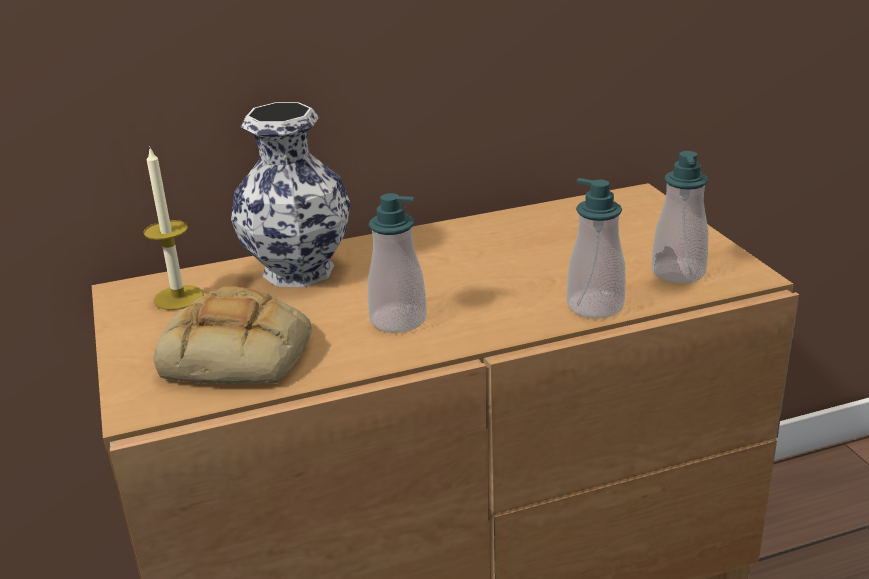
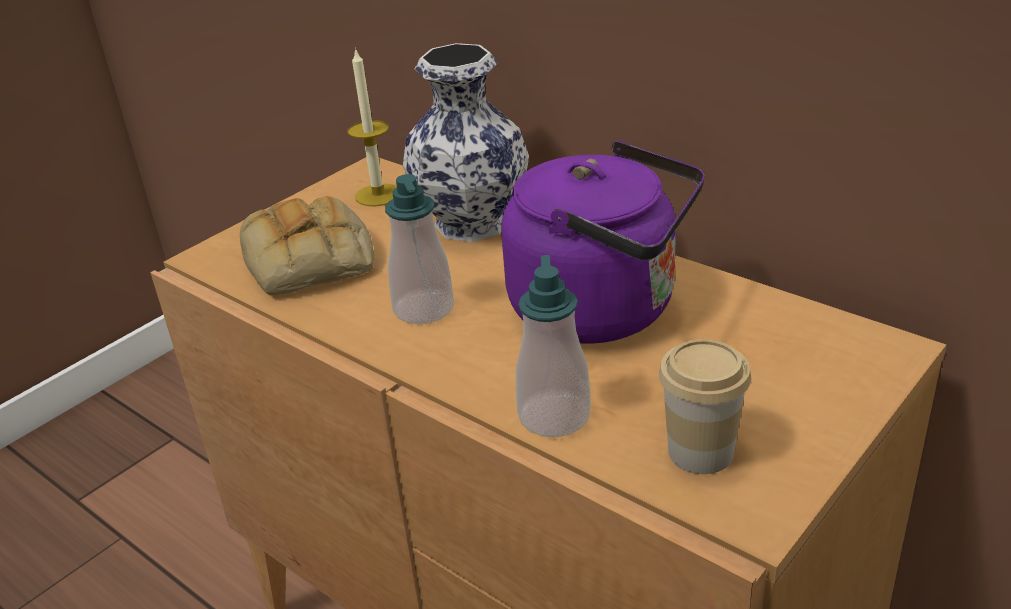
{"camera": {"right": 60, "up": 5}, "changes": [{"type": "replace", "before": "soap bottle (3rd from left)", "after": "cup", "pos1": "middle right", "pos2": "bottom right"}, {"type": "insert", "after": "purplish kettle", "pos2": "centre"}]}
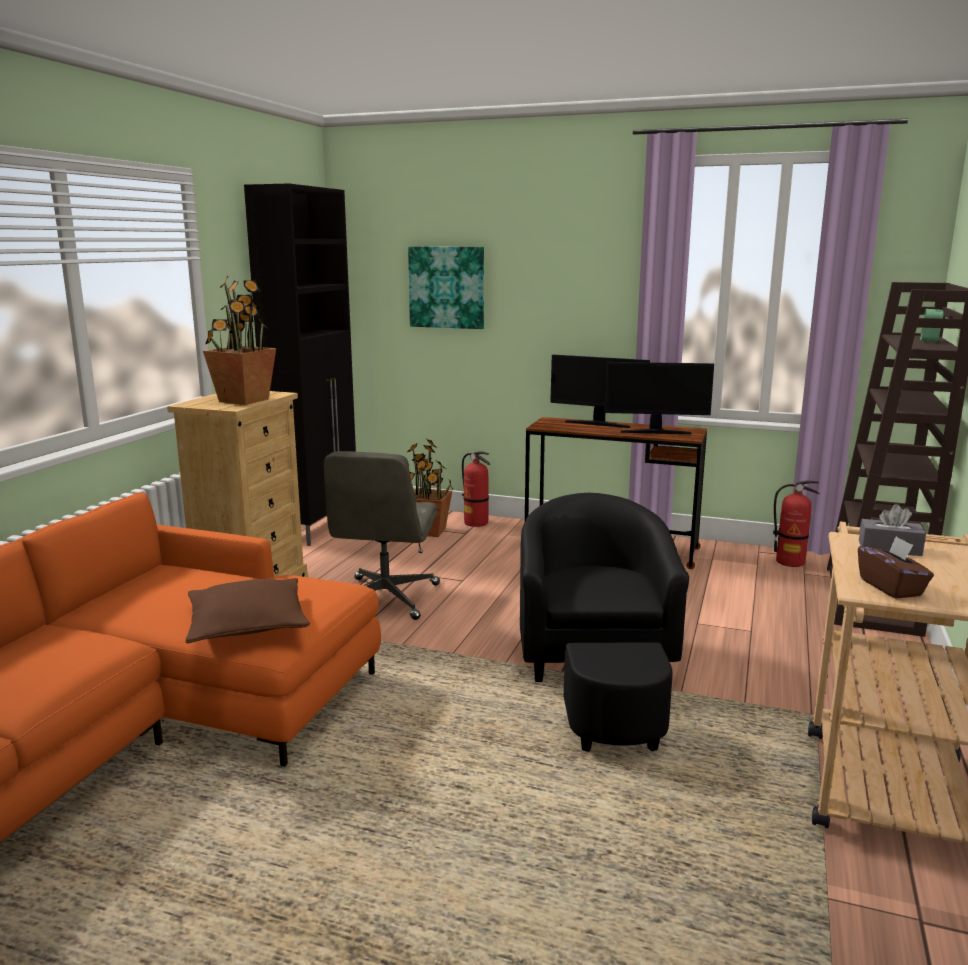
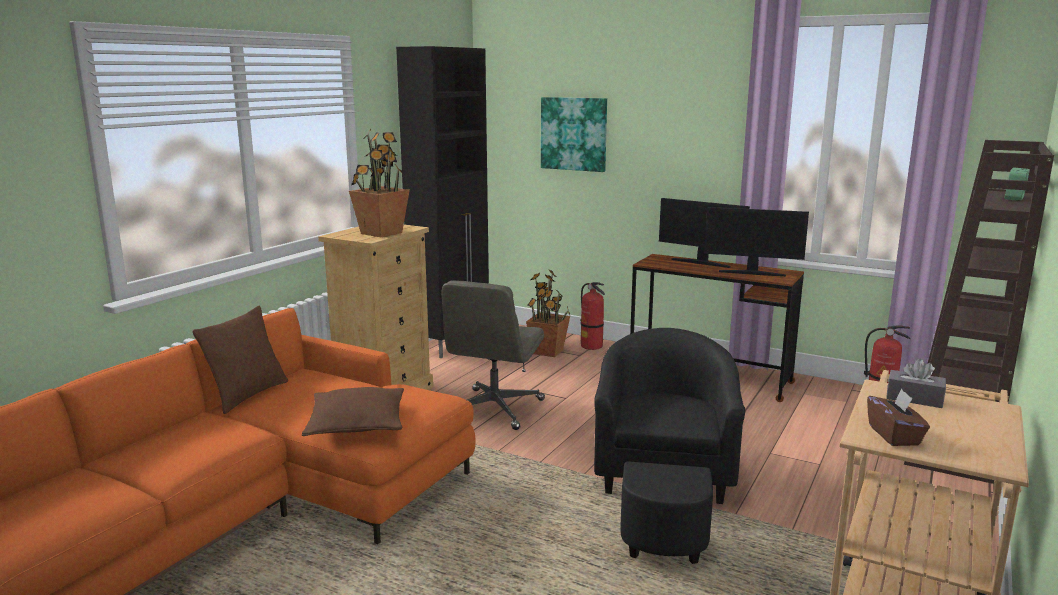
{"camera": {"right": 10, "up": 0}, "changes": [{"type": "insert", "after": "brownish cushion (1st from left)", "pos2": "middle left"}]}
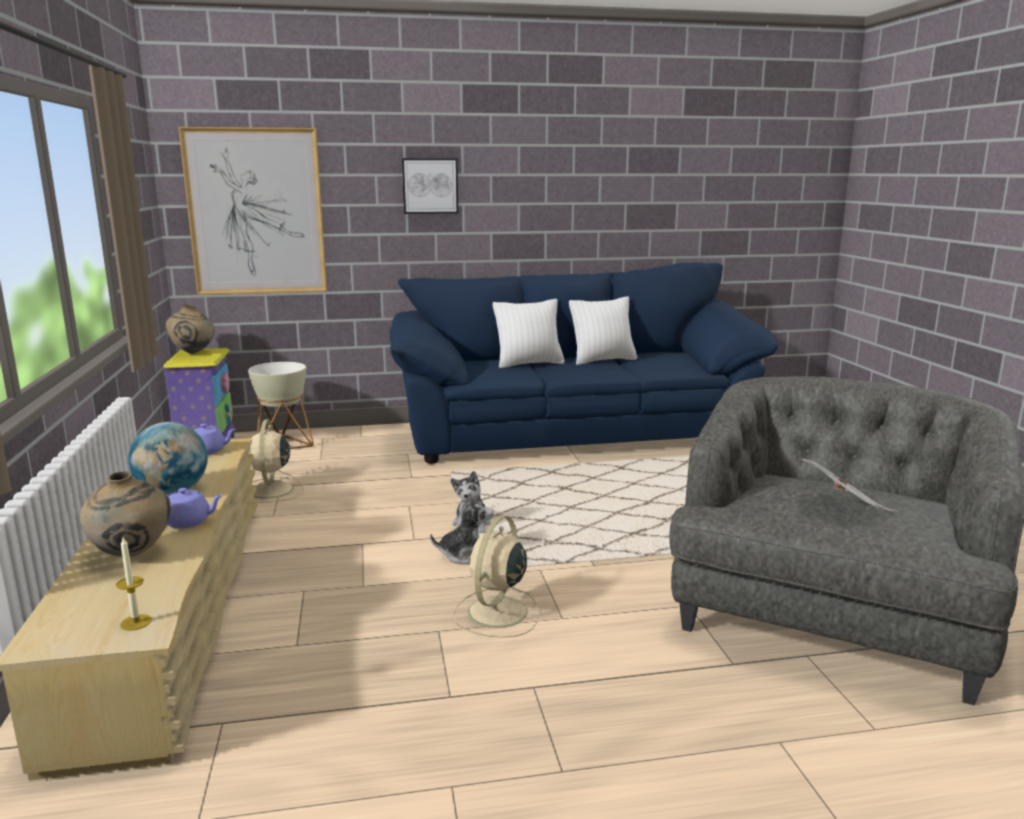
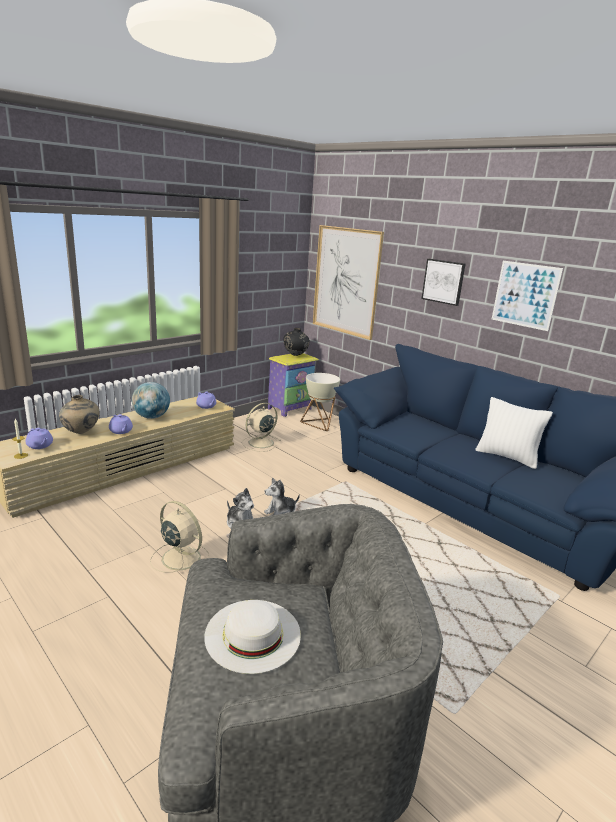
{"camera": {"right": 55, "up": 5}, "changes": [{"type": "recolor", "before": "beige-coloured flower vase (2nd from left)", "after": "black flower vase", "pos1": "middle left", "pos2": "centre"}, {"type": "rotate", "before": "beige-coloured cooling fan (2nd from left in the first image)", "pos1": "bottom centre", "pos2": "middle left", "turn": 45}, {"type": "delete", "before": "whitish cushion (1st from left)", "pos1": "centre"}, {"type": "replace", "before": "newspaper", "after": "whitish clothing hat", "pos1": "middle right", "pos2": "bottom centre"}, {"type": "insert", "after": "purplish pot for tea (1st from left)", "pos2": "middle left"}, {"type": "insert", "after": "wall picture (3rd from left)", "pos2": "middle right"}]}
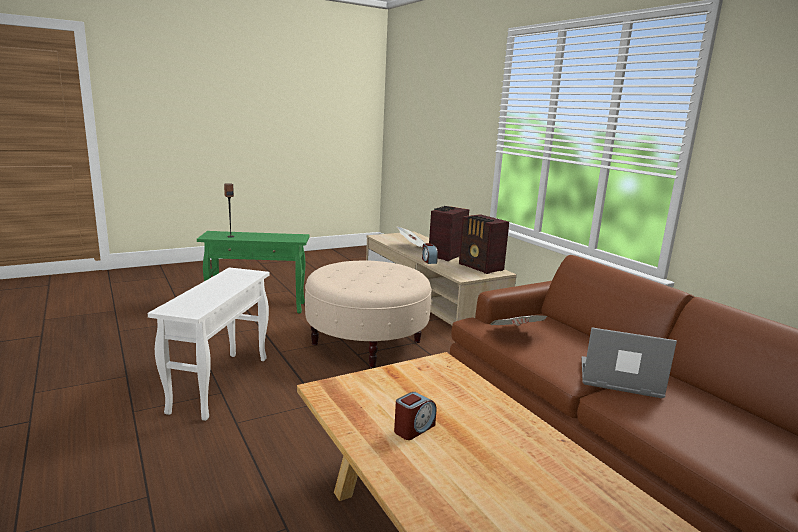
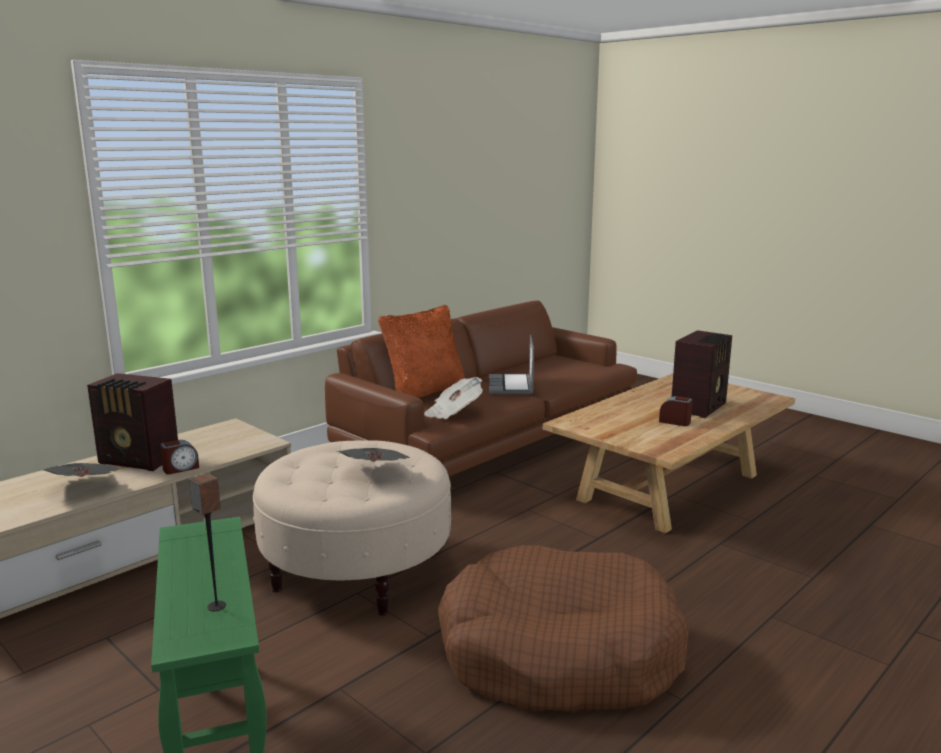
{"camera": {"right": -105, "up": 0}, "changes": [{"type": "replace", "before": "whitish side table", "after": "brownish pet bed", "pos1": "middle left", "pos2": "bottom centre"}, {"type": "move", "before": "radio receiver (2nd from left)", "pos1": "centre", "pos2": "middle right"}, {"type": "insert", "after": "newspaper (2nd from left)", "pos2": "centre"}, {"type": "insert", "after": "orange cushion", "pos2": "centre"}]}
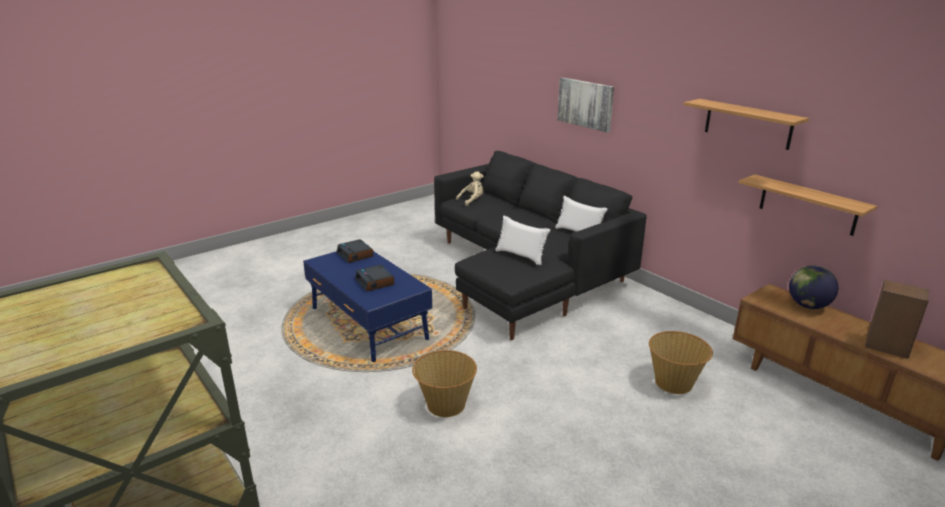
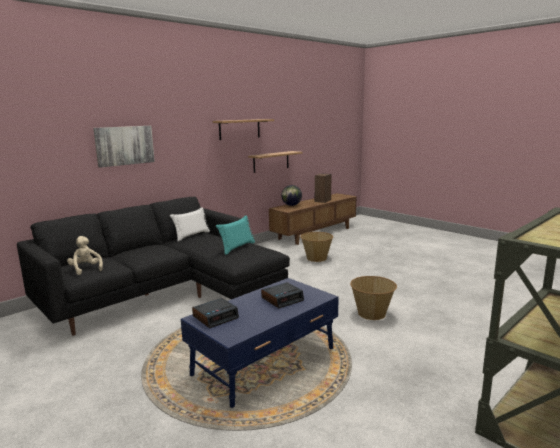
{"camera": {"right": -95, "up": -10}, "changes": [{"type": "recolor", "before": "whitish cushion (1st from left)", "after": "turquoise cushion", "pos1": "centre", "pos2": "centre"}]}
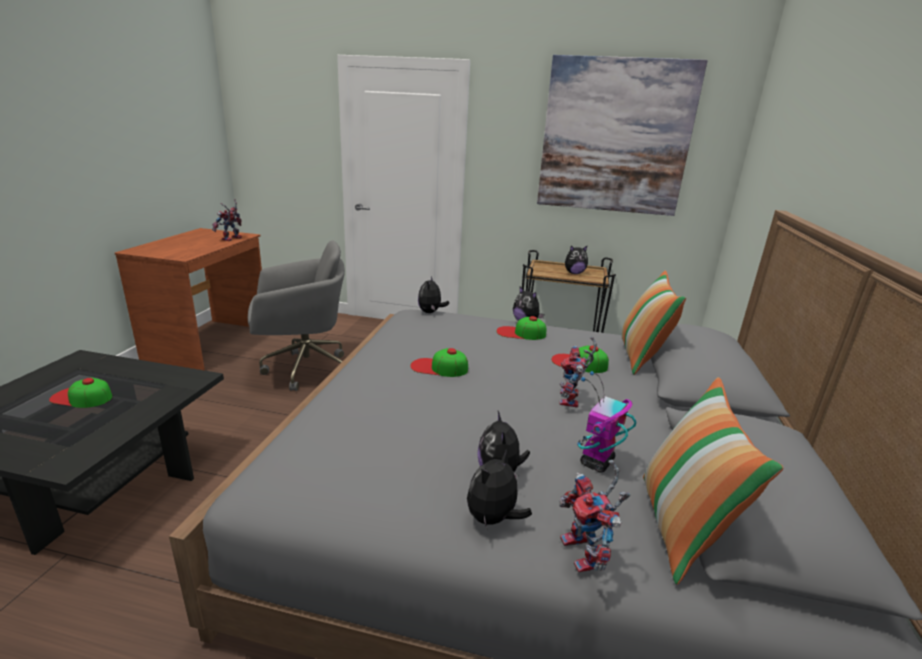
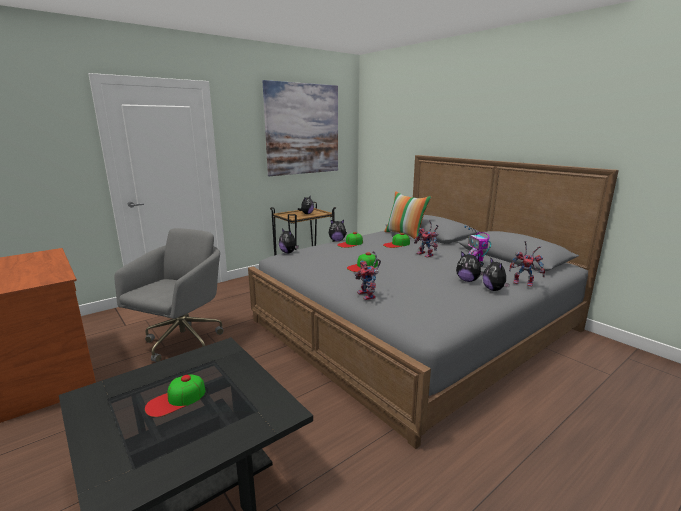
{"camera": {"right": -50, "up": -5}, "changes": [{"type": "move", "before": "robot figure (1st from left)", "pos1": "middle left", "pos2": "centre"}, {"type": "delete", "before": "cushion (2nd from left)", "pos1": "bottom right"}]}
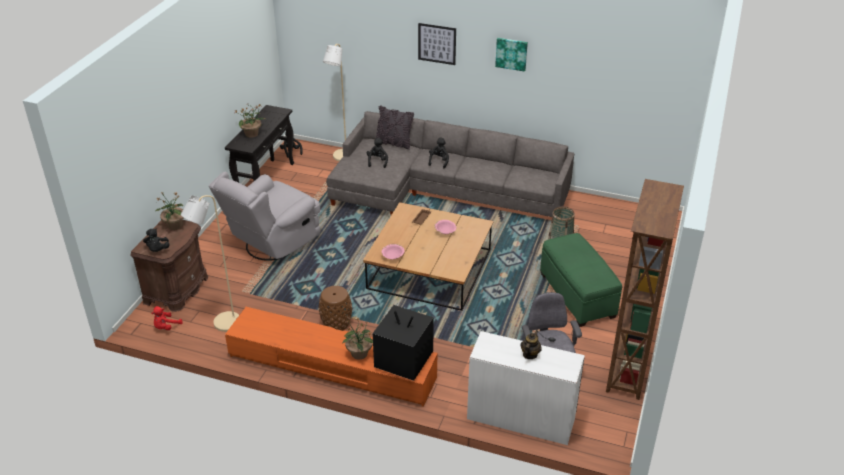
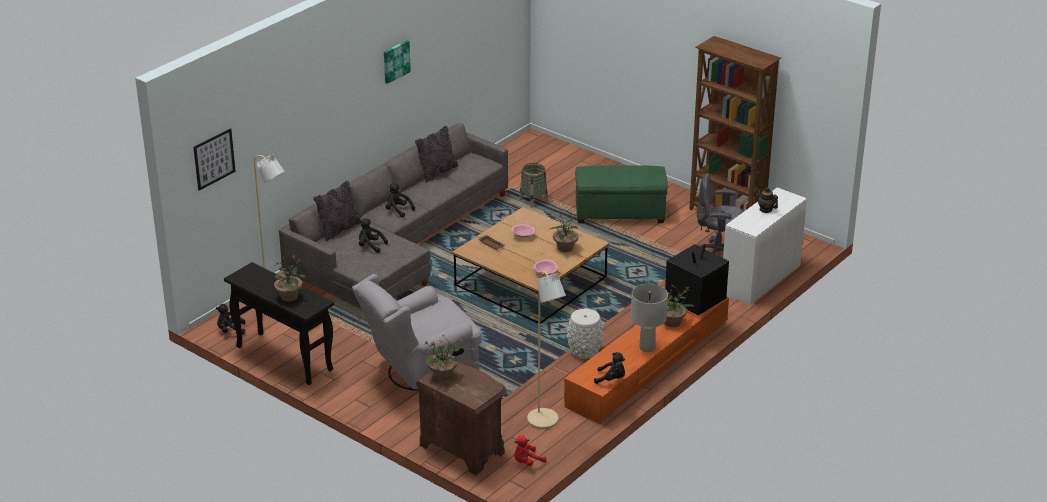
{"camera": {"right": -70, "up": -5}, "changes": [{"type": "move", "before": "black cuddly toy (1st from left in the first image)", "after": "black cuddly toy (4th from left)", "pos1": "middle left", "pos2": "bottom centre"}, {"type": "rotate", "before": "red-coloured cuddly toy", "pos1": "bottom left", "pos2": "bottom centre", "turn": 90}, {"type": "rotate", "before": "grey lounge chair", "pos1": "middle left", "pos2": "centre", "turn": 90}, {"type": "recolor", "before": "brownish stool", "after": "whitish stool", "pos1": "centre", "pos2": "centre"}, {"type": "move", "before": "wall picture (1st from left)", "pos1": "top centre", "pos2": "top left"}, {"type": "insert", "after": "black cushion (2nd from left)", "pos2": "top centre"}, {"type": "insert", "after": "plant in a pot (3rd from left)", "pos2": "centre"}, {"type": "insert", "after": "grey lamp for a table", "pos2": "centre"}]}
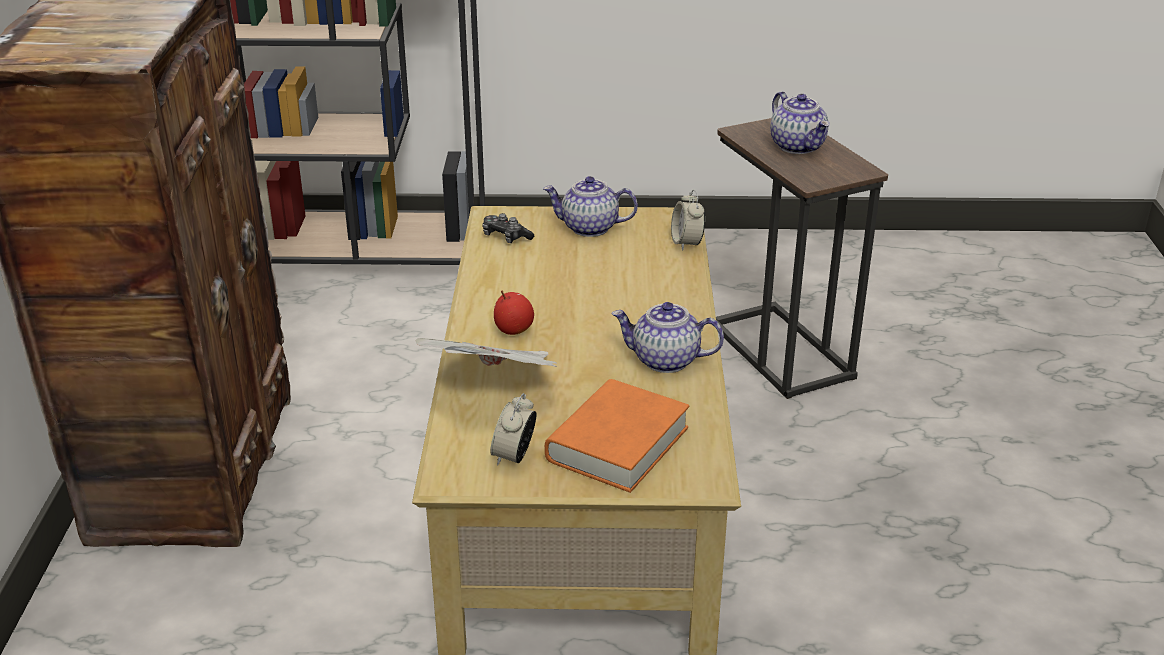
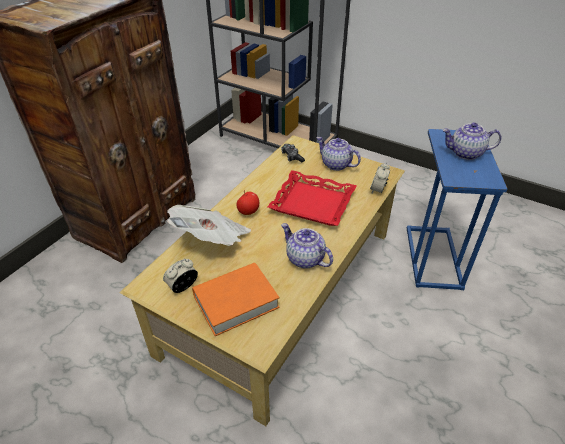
{"camera": {"right": 30, "up": 10}, "changes": [{"type": "recolor", "before": "brownish side table", "after": "blue-coloured side table", "pos1": "middle right", "pos2": "middle right"}, {"type": "rotate", "before": "pot for tea (3rd from left)", "pos1": "top right", "pos2": "top right", "turn": 90}, {"type": "insert", "after": "red-coloured tray", "pos2": "centre"}]}
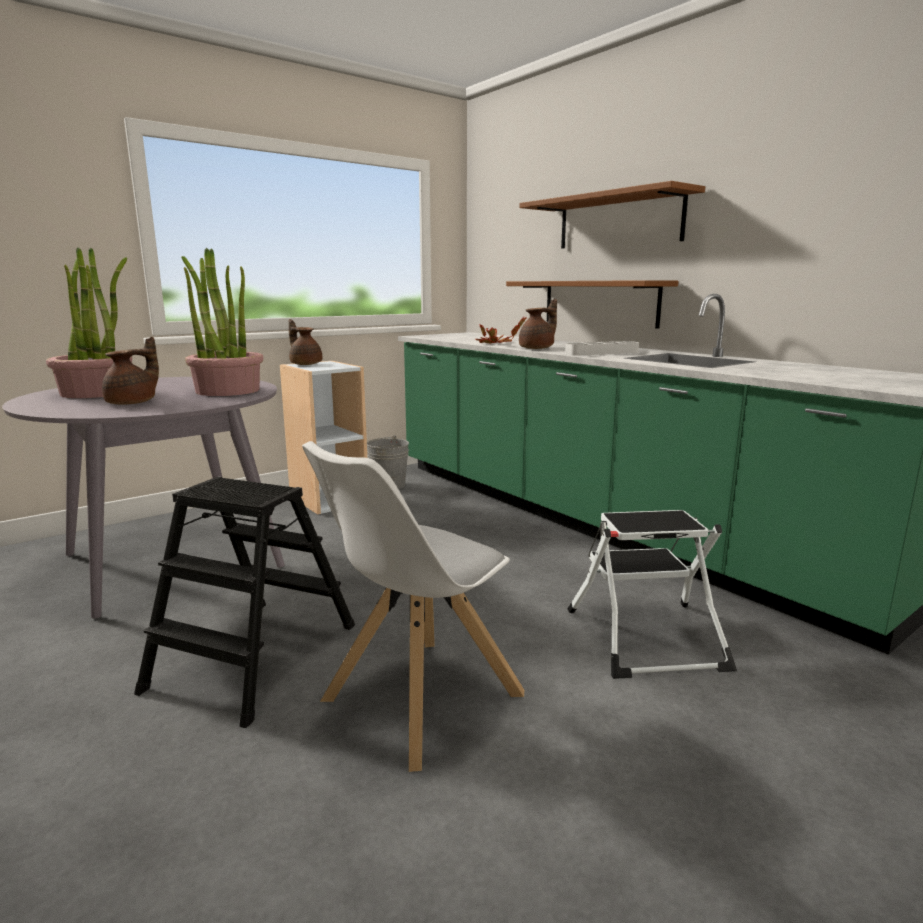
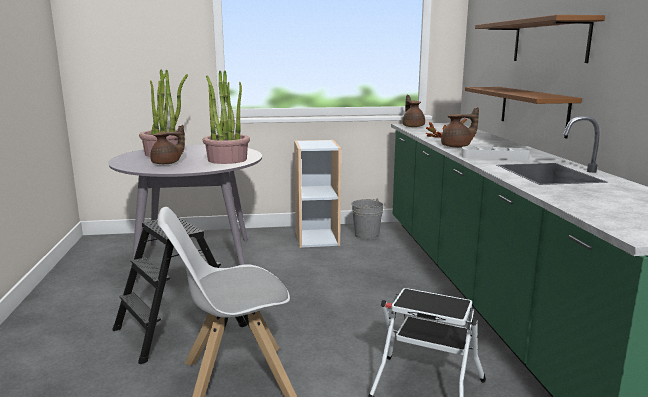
{"camera": {"right": 30, "up": 0}, "changes": [{"type": "move", "before": "brownish pot for tea (2nd from left)", "pos1": "middle left", "pos2": "top centre"}]}
